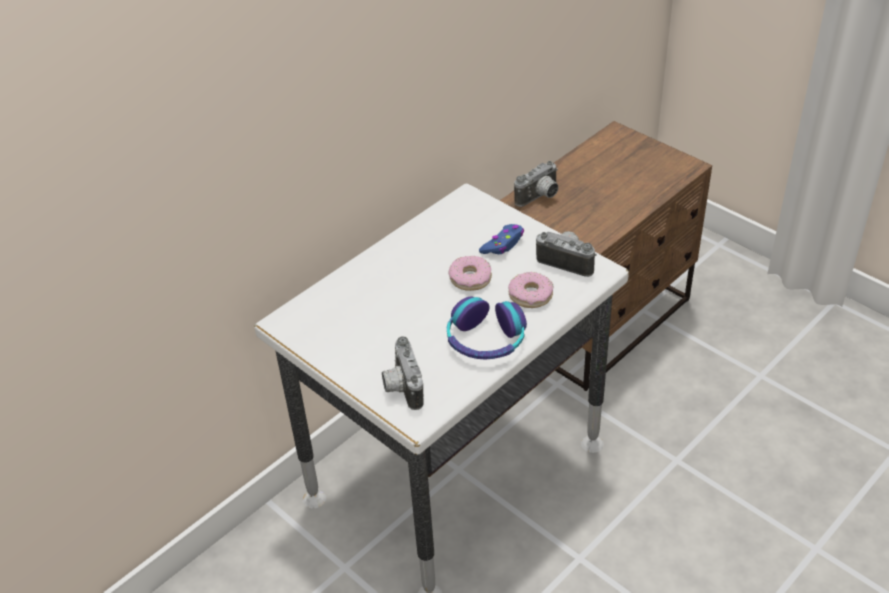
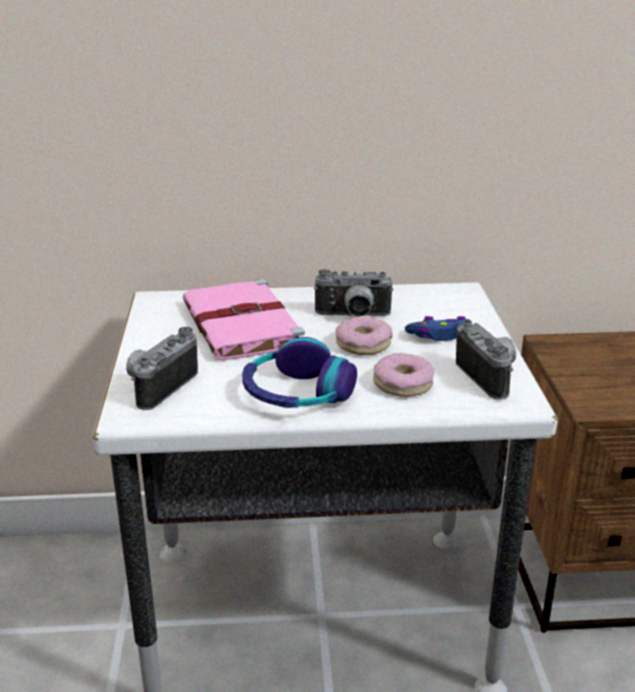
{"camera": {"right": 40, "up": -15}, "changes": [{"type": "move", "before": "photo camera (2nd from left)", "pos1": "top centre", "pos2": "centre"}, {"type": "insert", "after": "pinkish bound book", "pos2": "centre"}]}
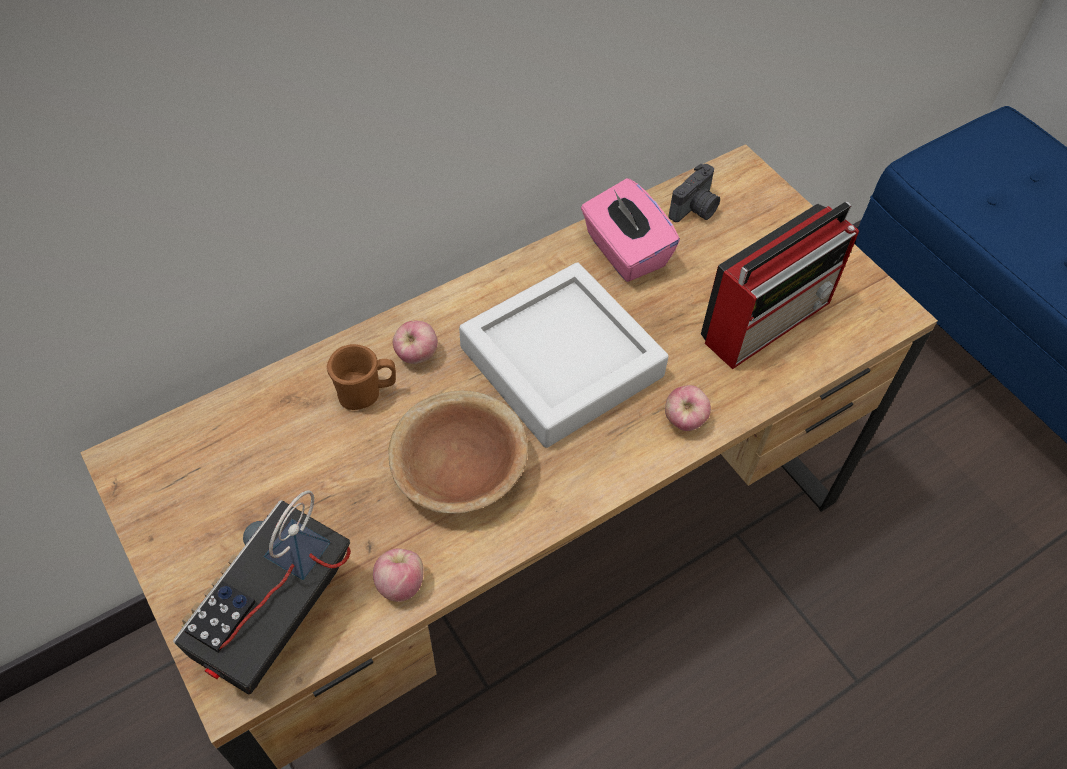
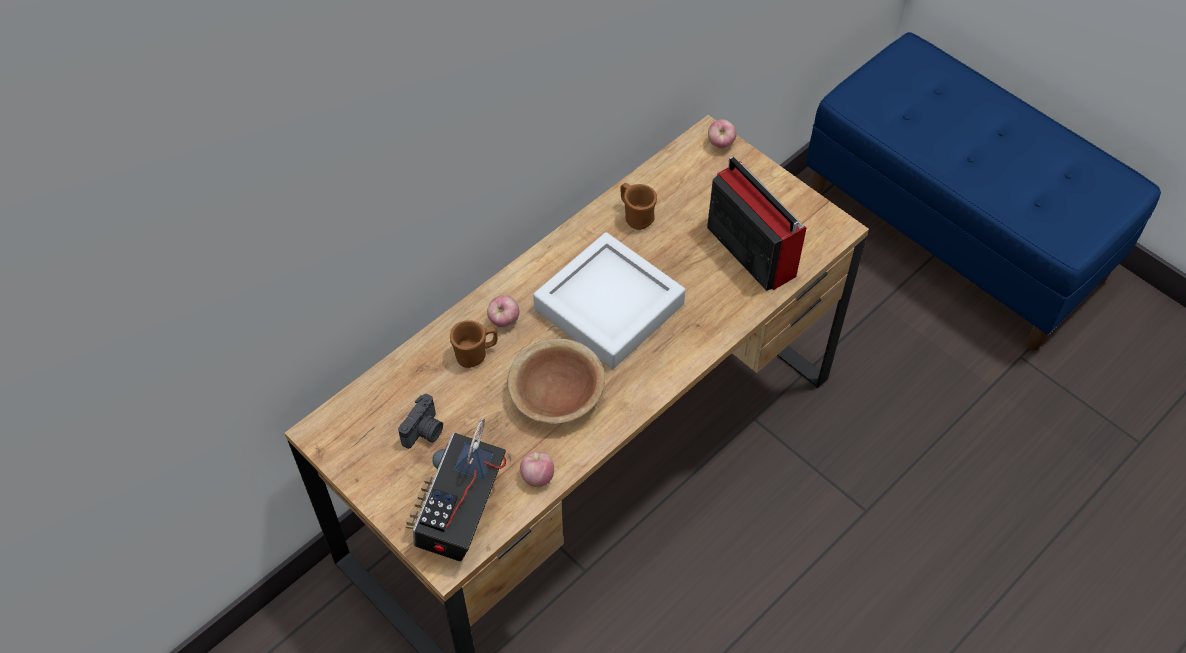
{"camera": {"right": -10, "up": 0}, "changes": [{"type": "replace", "before": "pinkish tissue box", "after": "brownish tea mug (2nd from left)", "pos1": "top centre", "pos2": "top centre"}, {"type": "move", "before": "apple fruit (3rd from left)", "pos1": "centre", "pos2": "top centre"}, {"type": "move", "before": "photo camera", "pos1": "top centre", "pos2": "centre"}, {"type": "rotate", "before": "radio receiver (2nd from left)", "pos1": "middle right", "pos2": "centre", "turn": -75}]}
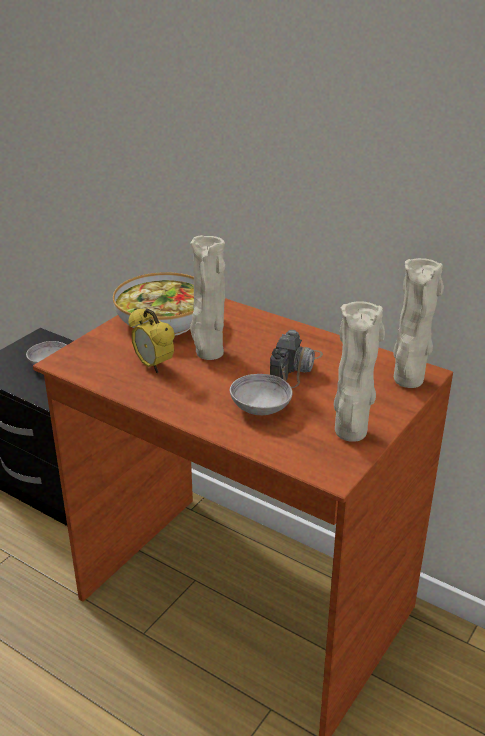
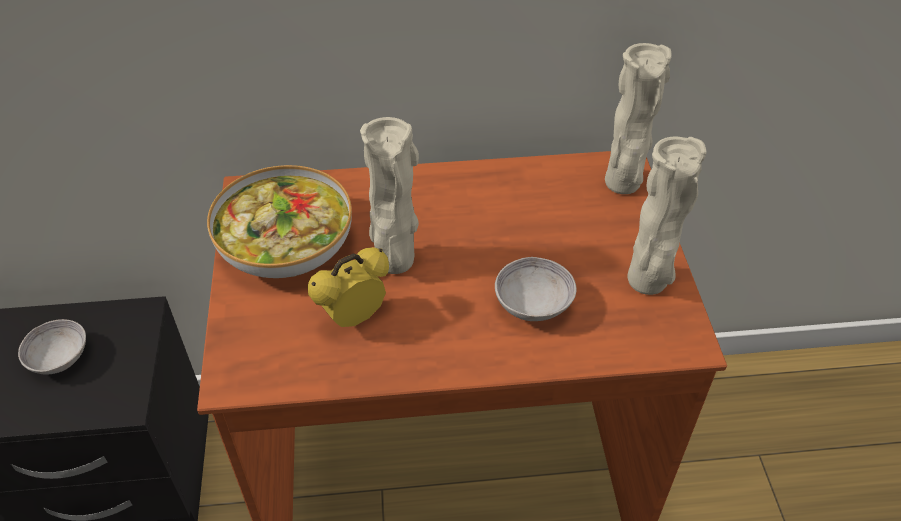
{"camera": {"right": -40, "up": 15}, "changes": [{"type": "rotate", "before": "bedside clock", "pos1": "middle left", "pos2": "centre", "turn": 135}, {"type": "delete", "before": "photo camera", "pos1": "centre"}]}
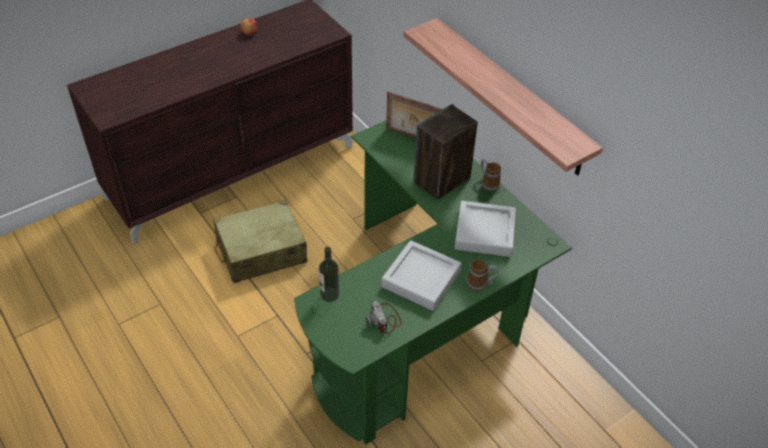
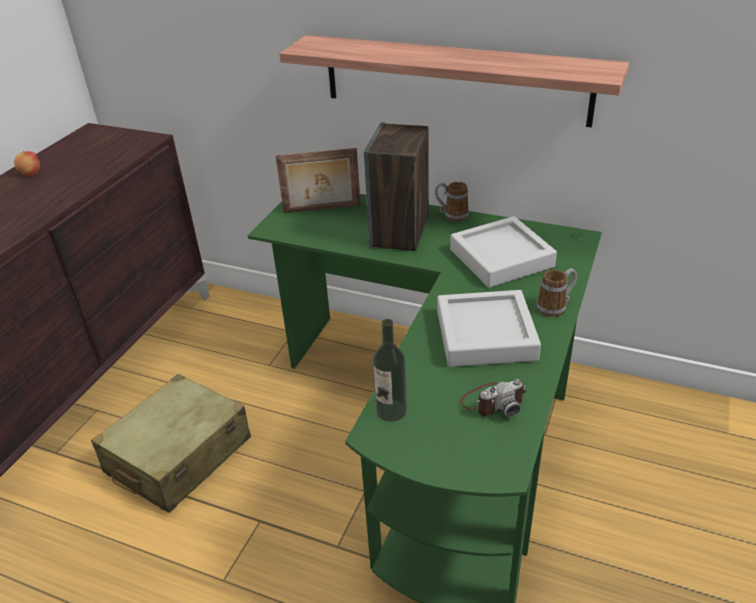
{"camera": {"right": -30, "up": -10}, "changes": [{"type": "rotate", "before": "photo camera", "pos1": "bottom centre", "pos2": "centre", "turn": -60}]}
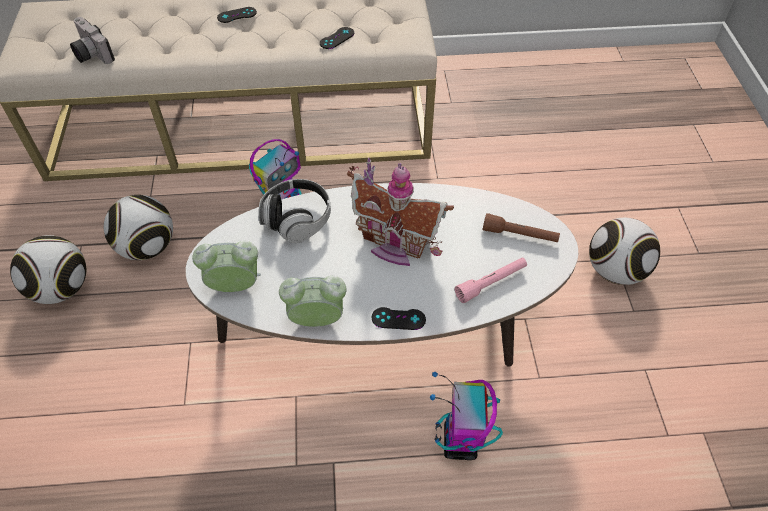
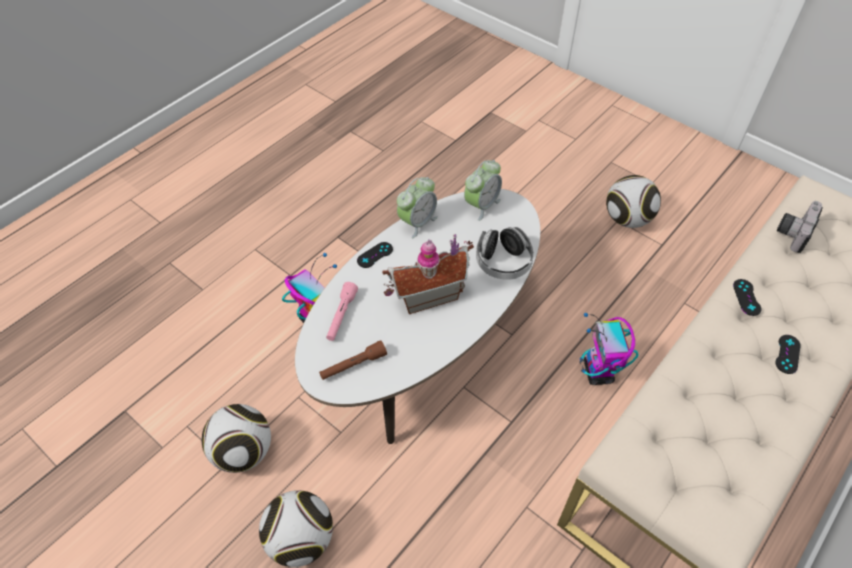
{"camera": {"right": 135, "up": 0}, "changes": [{"type": "rotate", "before": "photo camera", "pos1": "top left", "pos2": "middle right", "turn": -60}, {"type": "move", "before": "football ball (2nd from left in the first image)", "after": "football ball (1st from left)", "pos1": "middle left", "pos2": "bottom left"}, {"type": "move", "before": "black joypad (2nd from left)", "pos1": "top centre", "pos2": "middle right"}]}
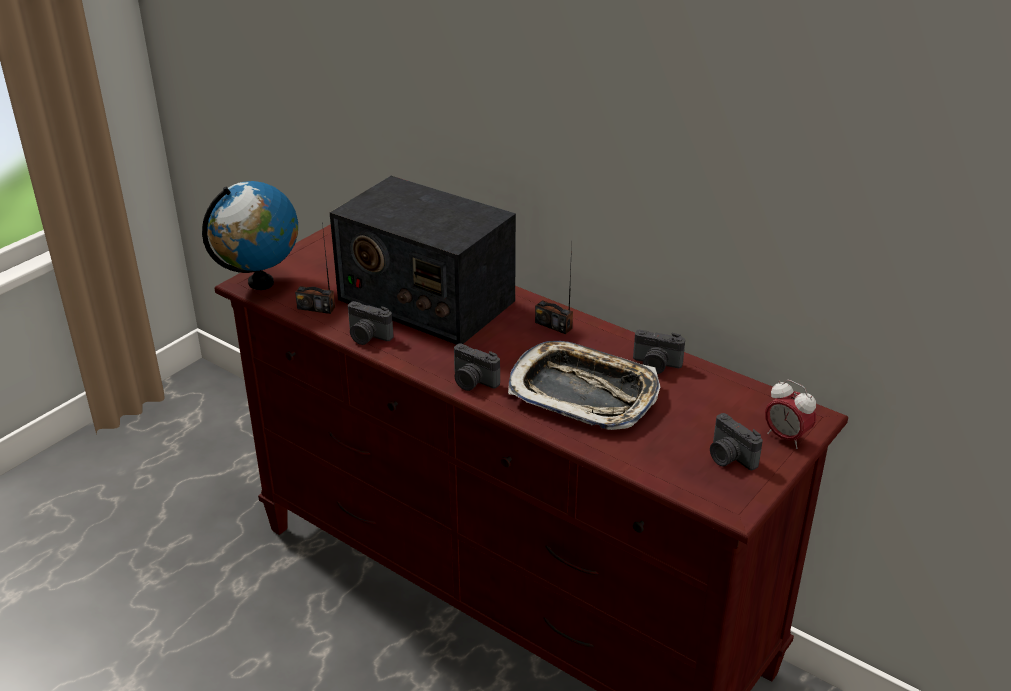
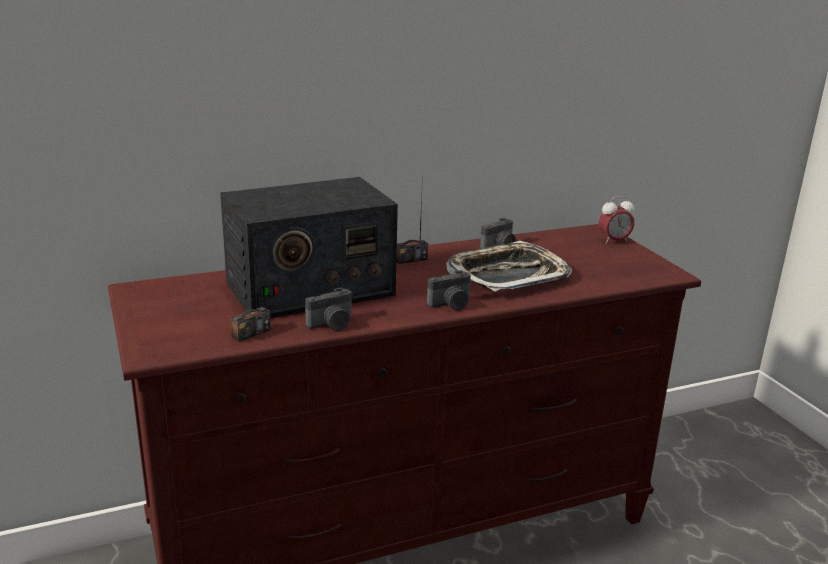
{"camera": {"right": -60, "up": -10}, "changes": [{"type": "delete", "before": "desk globe", "pos1": "middle left"}, {"type": "delete", "before": "photo camera (4th from left)", "pos1": "middle right"}]}
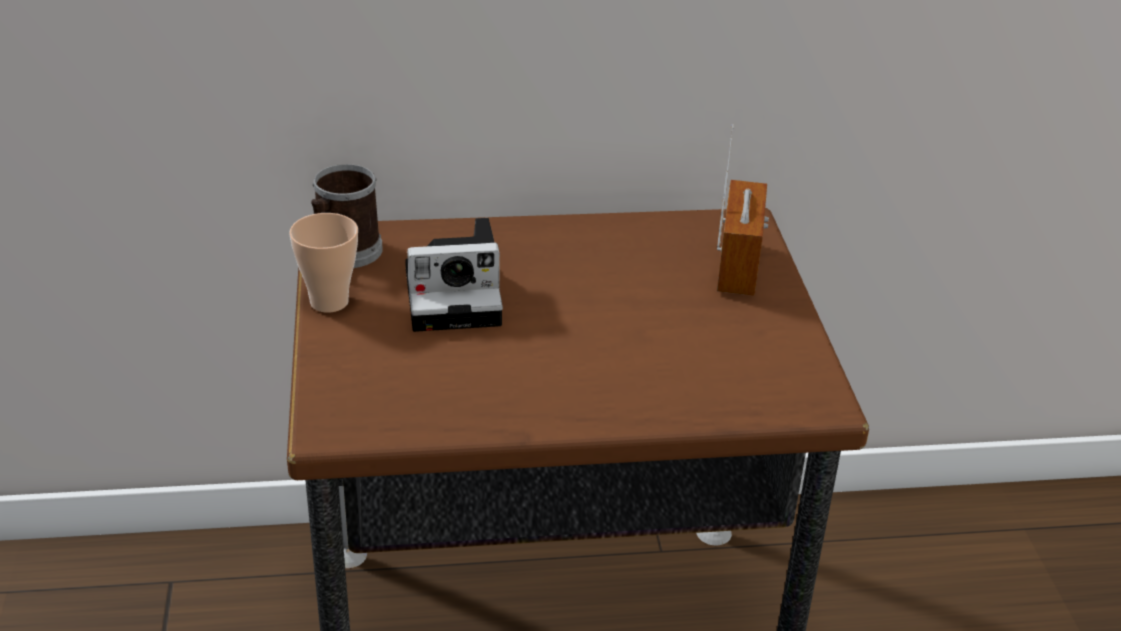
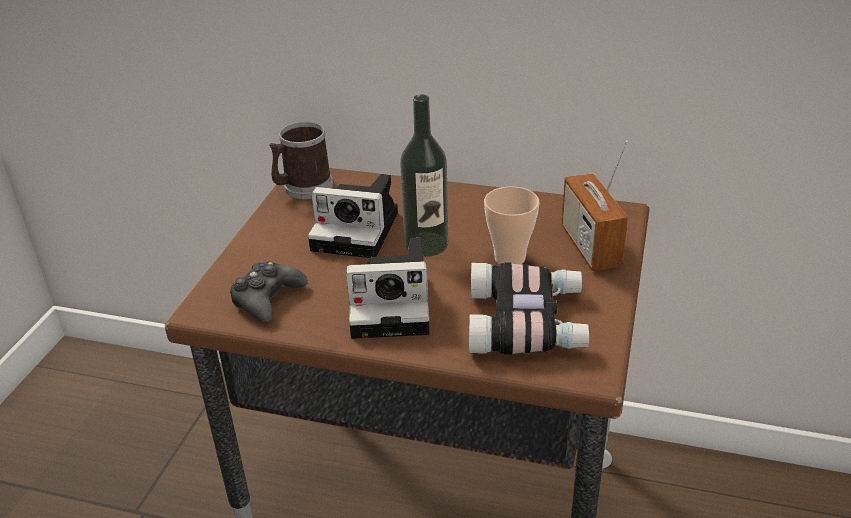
{"camera": {"right": 25, "up": 0}, "changes": [{"type": "move", "before": "cup", "pos1": "middle left", "pos2": "centre"}, {"type": "rotate", "before": "radio receiver", "pos1": "top centre", "pos2": "middle right", "turn": 135}, {"type": "insert", "after": "black joypad", "pos2": "middle left"}, {"type": "insert", "after": "photo camera (2nd from left)", "pos2": "centre"}, {"type": "insert", "after": "bottle", "pos2": "centre"}, {"type": "insert", "after": "field glasses", "pos2": "centre"}]}
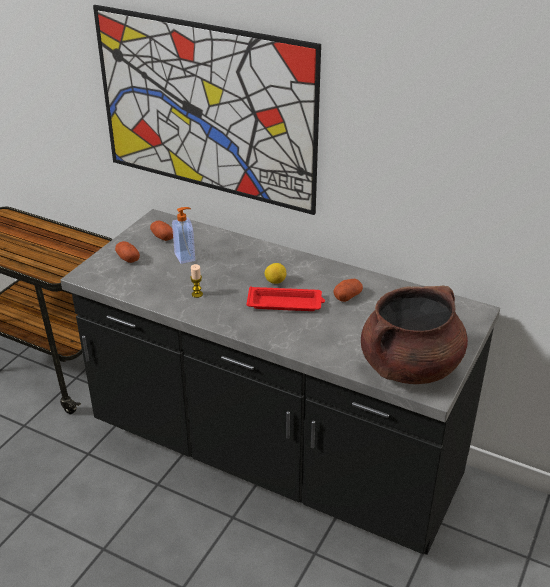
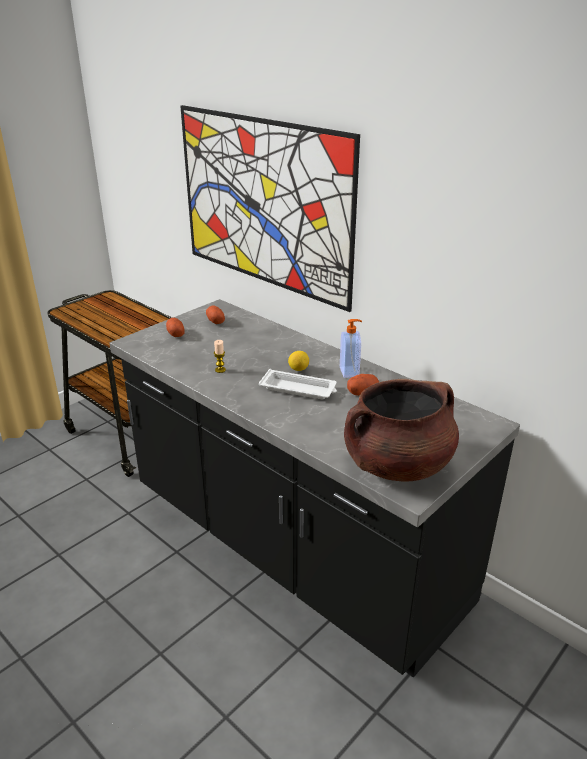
{"camera": {"right": 15, "up": -5}, "changes": [{"type": "move", "before": "soap bottle", "pos1": "middle left", "pos2": "centre"}, {"type": "recolor", "before": "red-coloured tray", "after": "whitish tray", "pos1": "centre", "pos2": "centre"}]}
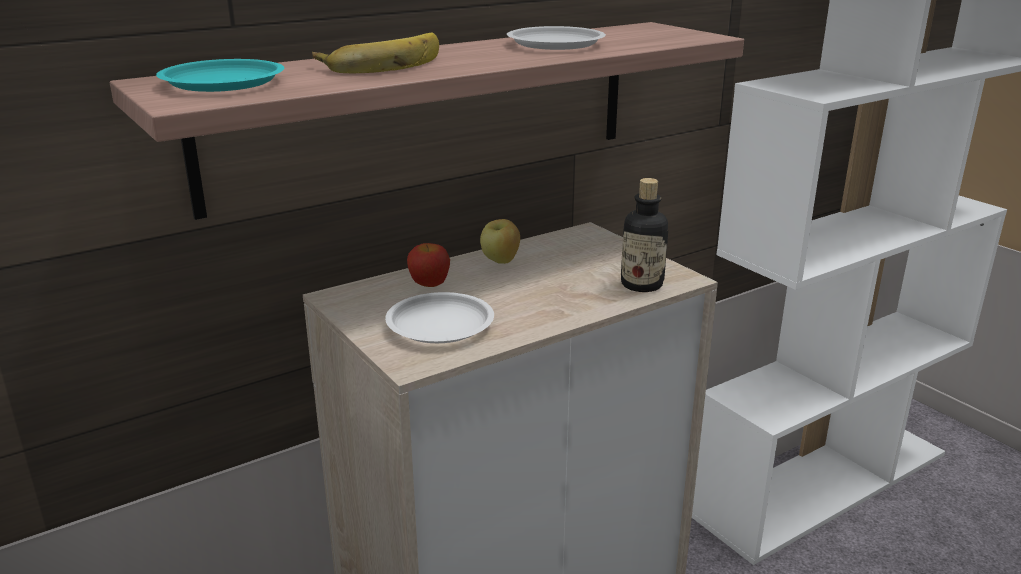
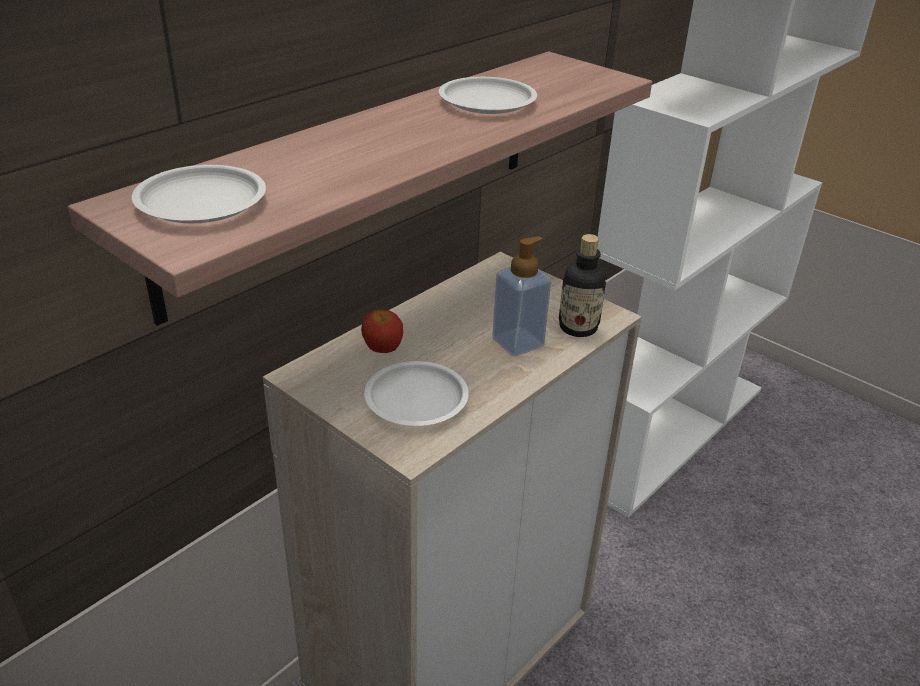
{"camera": {"right": -15, "up": 10}, "changes": [{"type": "recolor", "before": "turquoise flat dish", "after": "whitish flat dish (1st from left)", "pos1": "top left", "pos2": "top left"}, {"type": "delete", "before": "banana", "pos1": "top centre"}, {"type": "delete", "before": "apple fruit (2nd from left)", "pos1": "centre"}, {"type": "insert", "after": "soap bottle", "pos2": "centre"}]}
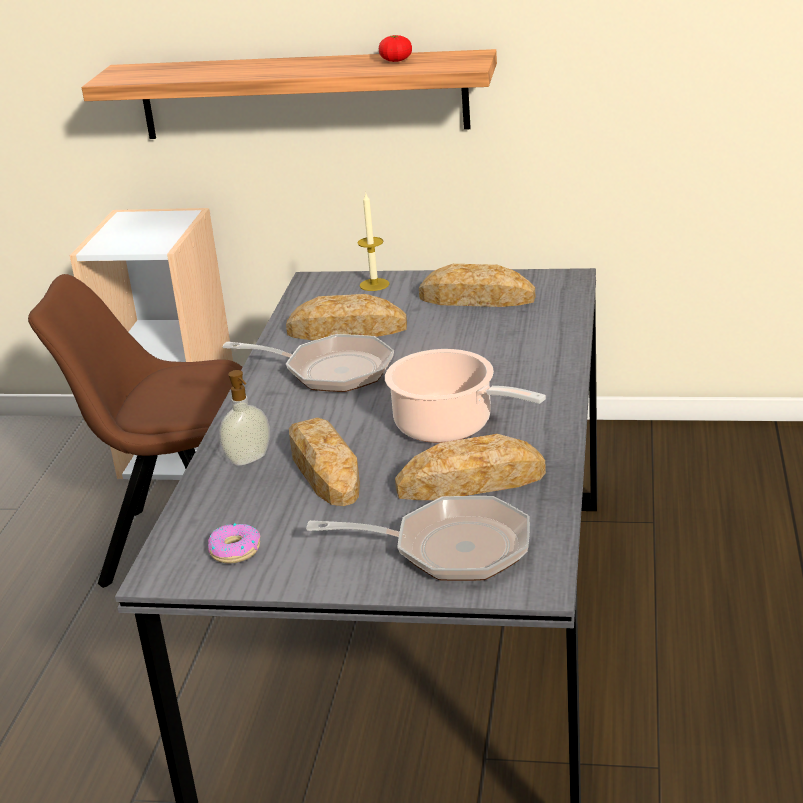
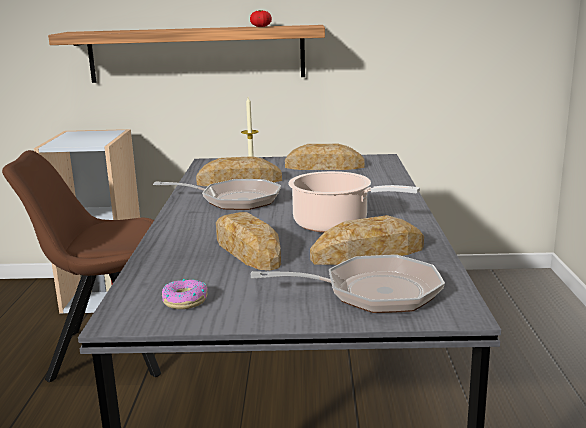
{"camera": {"right": -10, "up": -10}, "changes": [{"type": "delete", "before": "soap bottle", "pos1": "middle left"}]}
